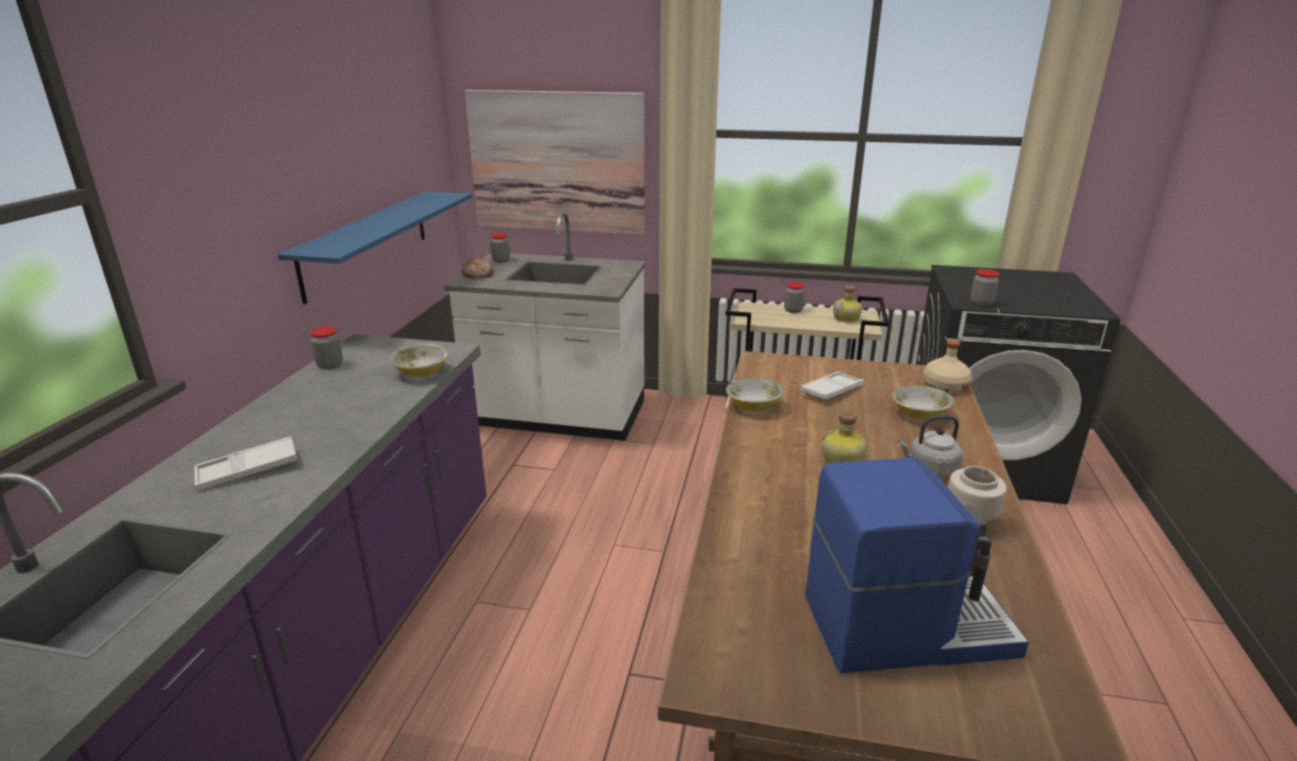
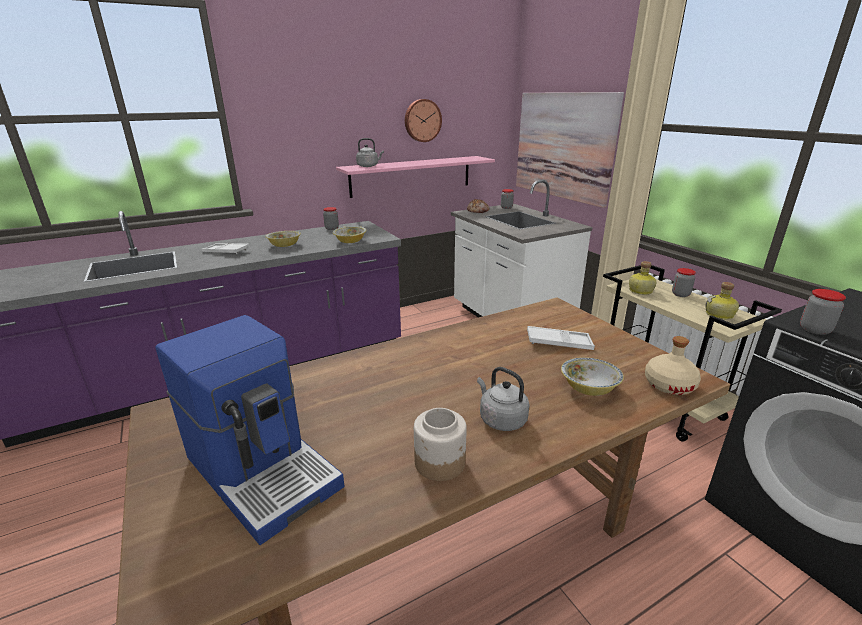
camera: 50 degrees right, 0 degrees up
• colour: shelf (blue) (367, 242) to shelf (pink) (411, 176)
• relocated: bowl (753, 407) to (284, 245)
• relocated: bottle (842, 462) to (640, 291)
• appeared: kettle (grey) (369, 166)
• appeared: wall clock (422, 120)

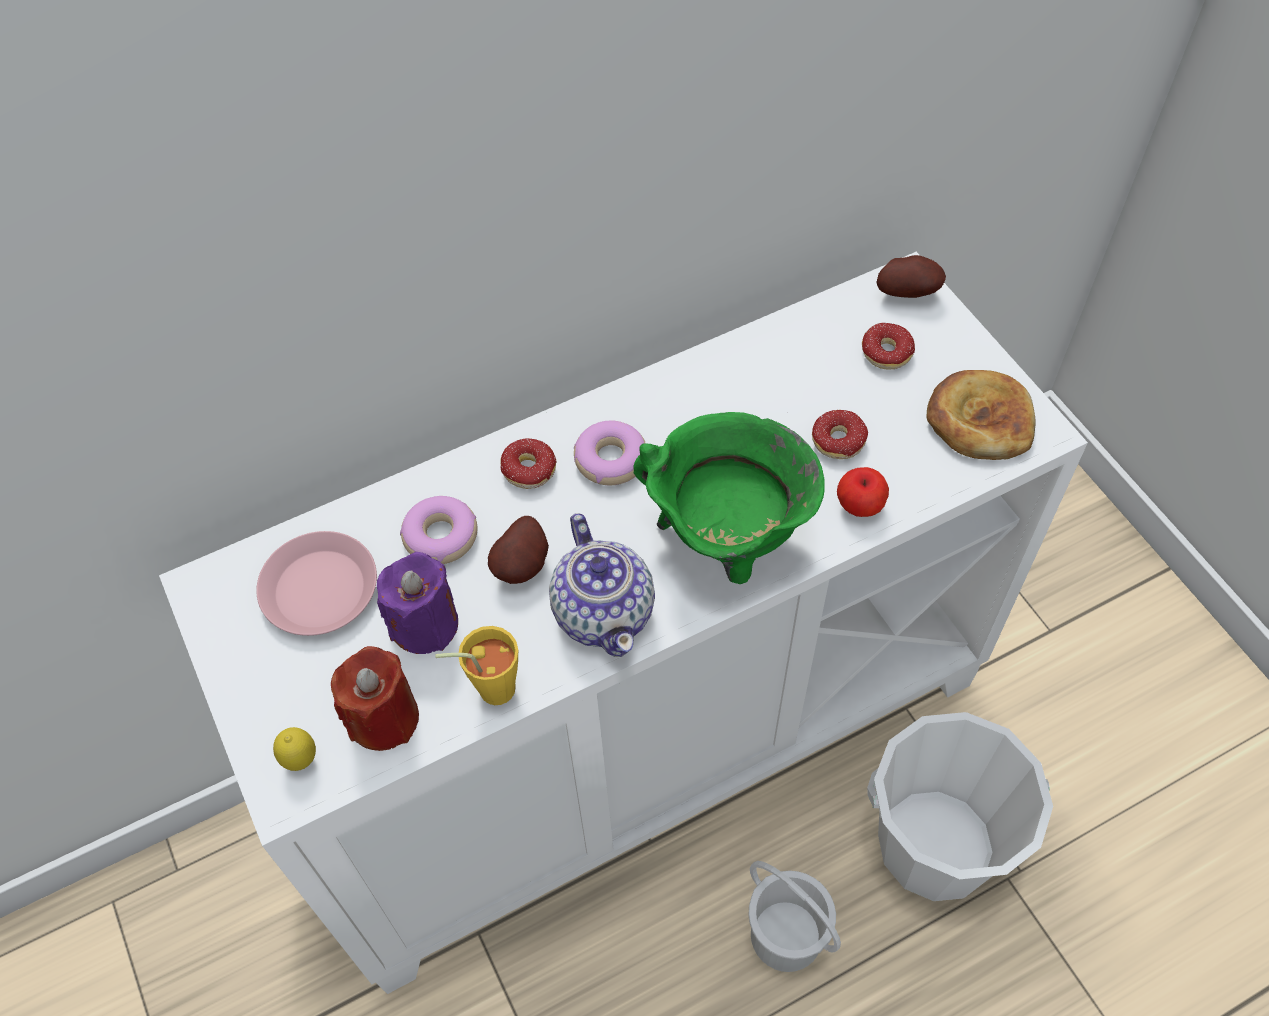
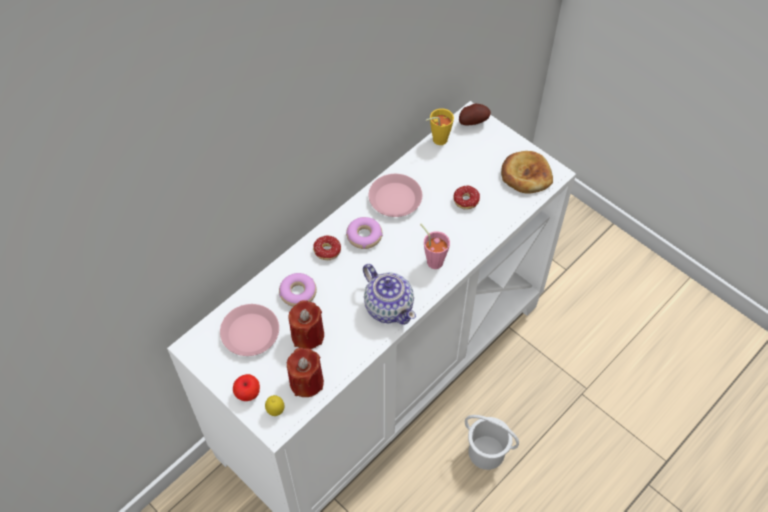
camera: 20 degrees left, 0 degrees up
• colour: candle (purple) (425, 624) to candle (red) (307, 335)
• relocated: cup (yellow) (488, 689) to (436, 140)
• missing: potato (524, 565)
• exchanged: cooking pot (green) (727, 540) to cup (pink) (432, 259)
• relocated: apple (860, 505) to (248, 393)
• missing: donut (877, 354)
• missing: bucket (white) (935, 845)
• appeared: plate (pink) (395, 199)

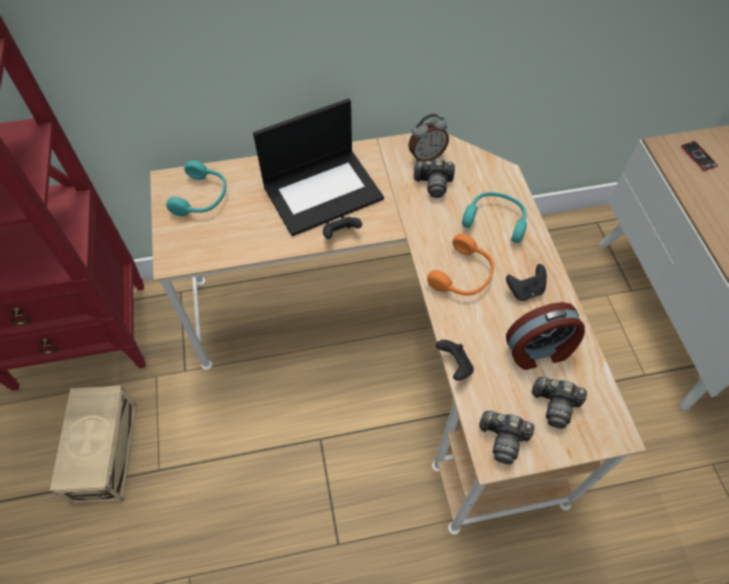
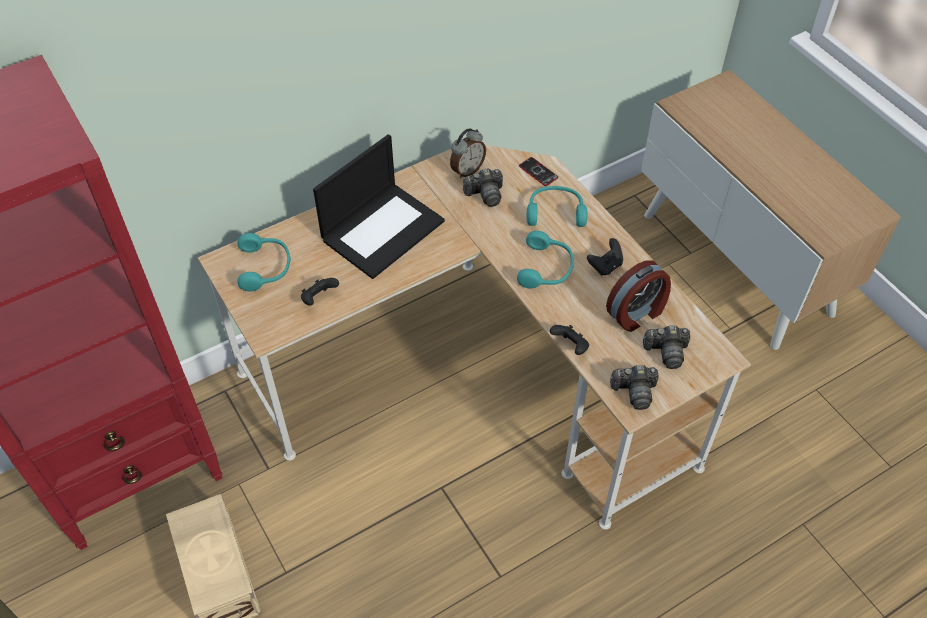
camera: 20 degrees left, 5 degrees down
• relocated: game controller (black) (340, 234) to (319, 298)
• colour: headphones (orange) (463, 275) to headphones (turquoise) (546, 269)
• relocated: phone (698, 156) to (538, 172)

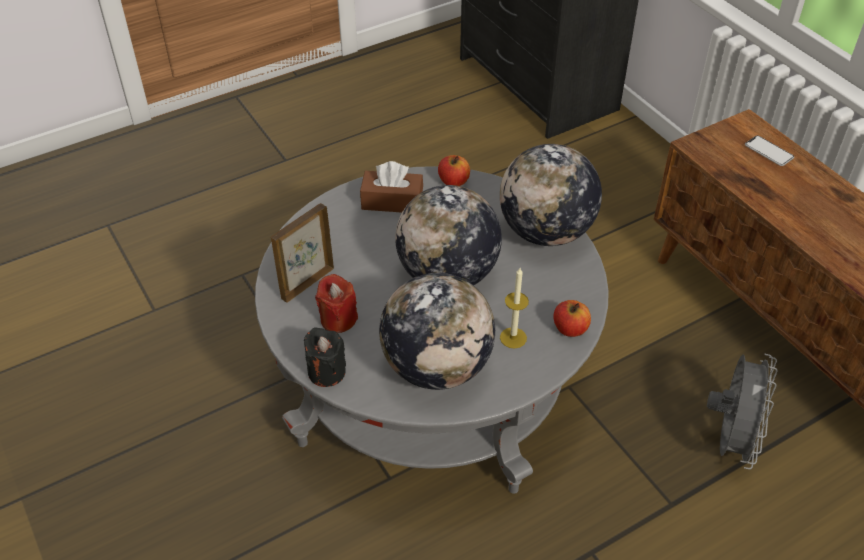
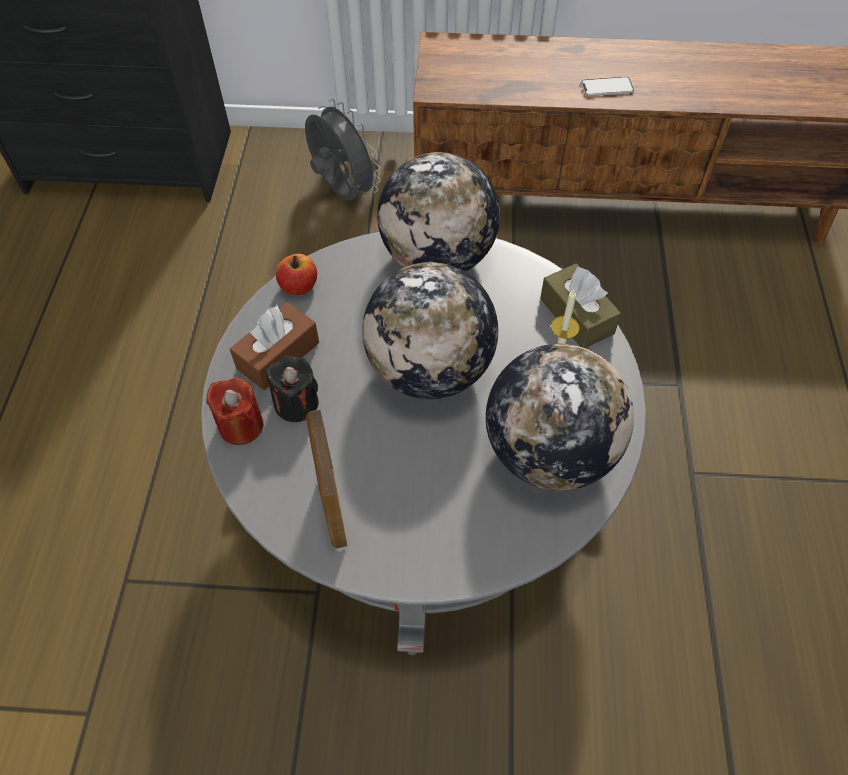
camera: 55 degrees left, 10 degrees up
• relocated: candle (black) (326, 372) to (296, 403)
• relocated: candle (red) (338, 319) to (241, 425)
• exchanged: apple (570, 329) to tissue box (brown) (576, 316)
• relocated: fan (grey) (729, 440) to (342, 192)
• relocated: phone (768, 151) to (607, 87)

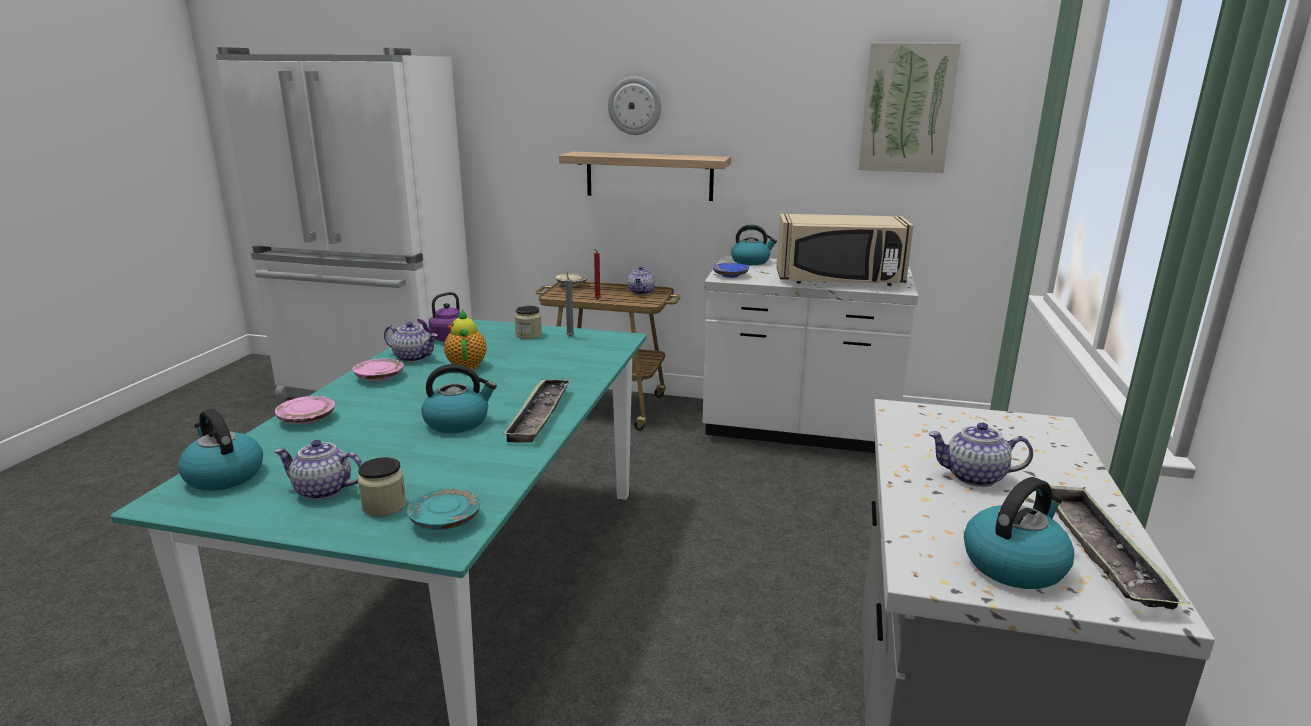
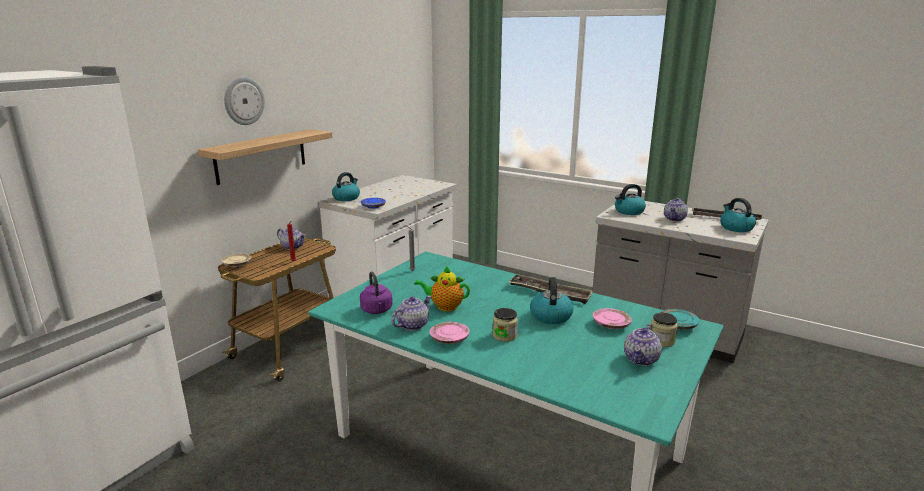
camera: 70 degrees left, 0 degrees up
• relocated: kettle (223, 475) to (628, 211)
• relocated: plate (pink) (307, 419) to (611, 324)
• relocated: jar (528, 335) to (504, 335)
• missing: microwave (beige) (839, 281)
• missing: picture (907, 108)

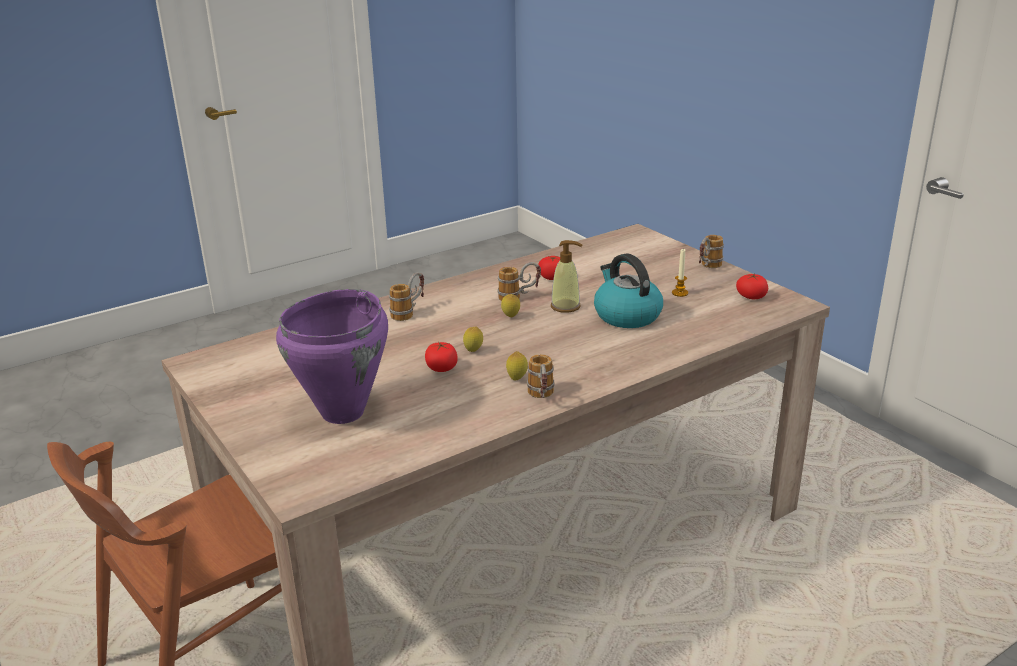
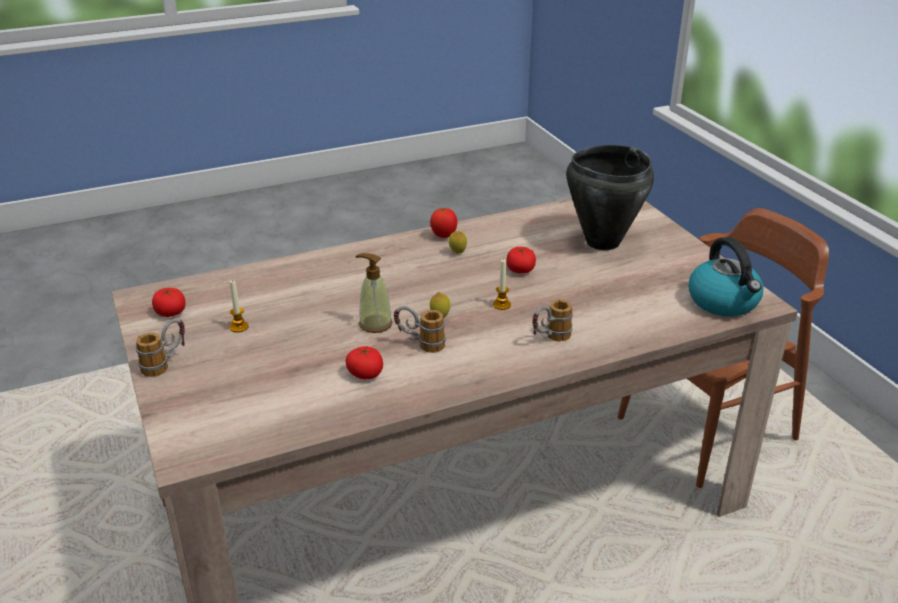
camera: 170 degrees left, 5 degrees up
• colour: cooking pot (purple) (344, 412) to cooking pot (black) (602, 242)
• missing: lemon (473, 351)
• exchanged: mug (542, 398) to tomato (443, 236)
• relocated: kettle (626, 315) to (724, 302)
• appeared: candle (501, 305)

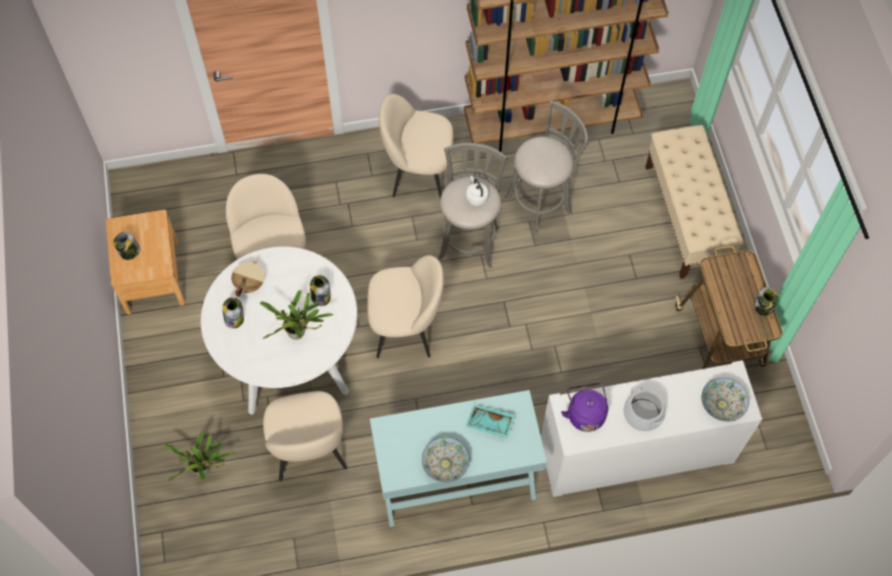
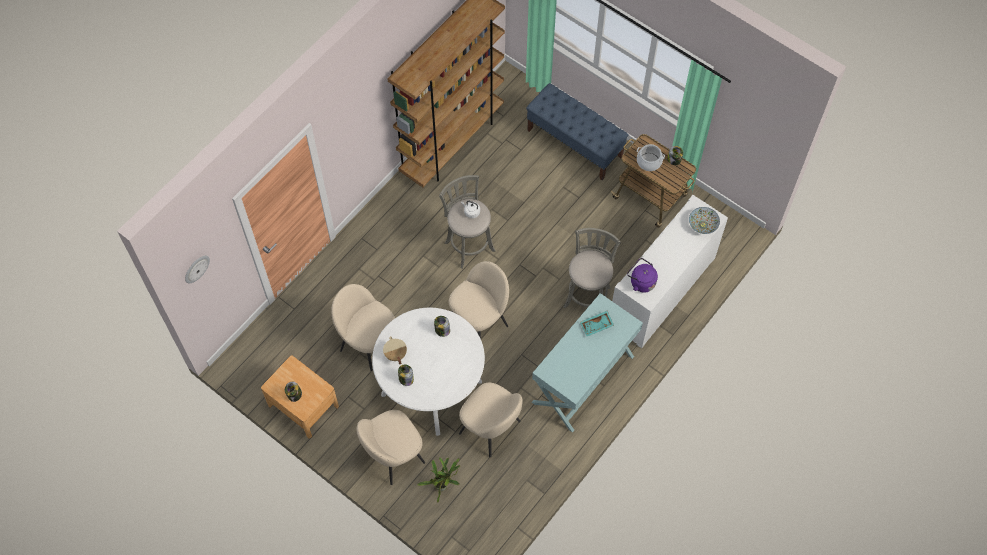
camera: 40 degrees left, 0 degrees up
• missing: potted plant (299, 334)
• relocated: chair (beige) (418, 173) to (393, 455)
• missing: bowl (445, 463)
• relocated: stool (grey) (541, 203) to (587, 294)
• relocated: cooking pot (643, 414) to (649, 162)
• colour: bench (beige) (686, 218) to bench (blue) (575, 143)
• appeared: wall clock (196, 268)

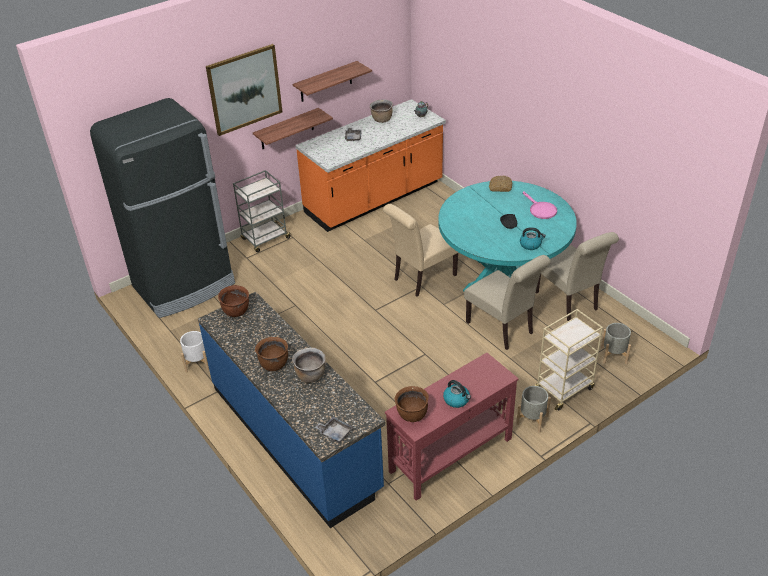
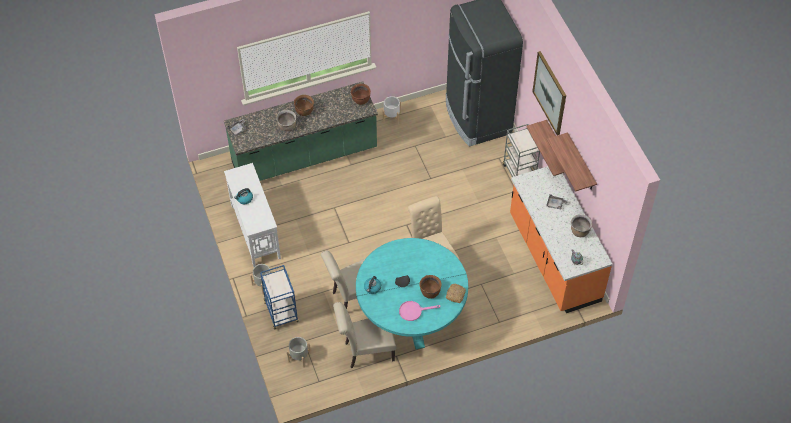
camera: 105 degrees right, 15 degrees up
• colour: counter (blue) (295, 437) to counter (green) (304, 157)
• colour: console table (red) (450, 455) to console table (white) (255, 231)
• relocated: cooking pot (brown) (412, 415) to (430, 292)
• colour: cart (beige) (563, 389) to cart (blue) (281, 312)

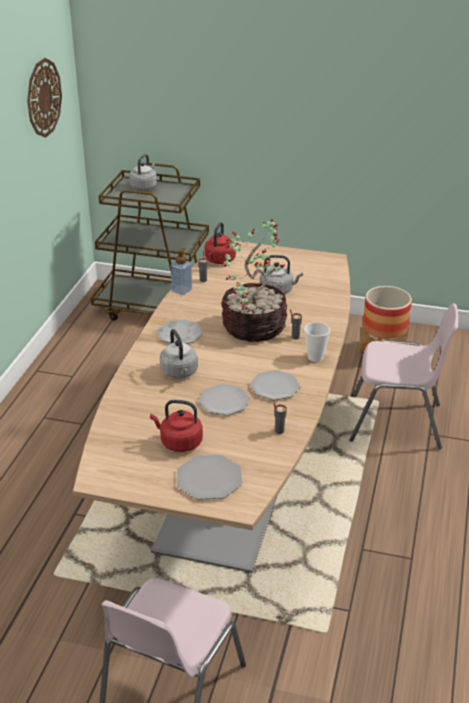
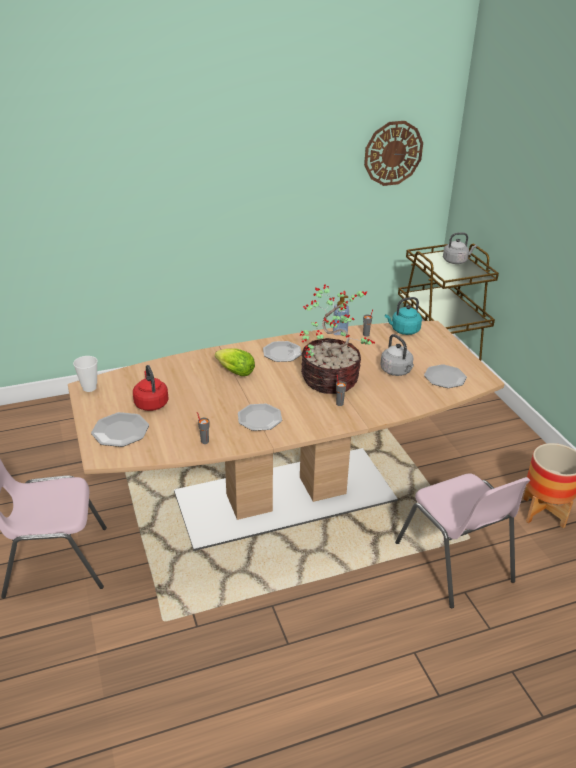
camera: 55 degrees right, 0 degrees up
• exchanged: kettle (grey) (180, 373) to lettuce (233, 371)
• relocated: plate (224, 402) to (444, 378)
• colour: kettle (red) (219, 260) to kettle (turquoise) (403, 330)
• relocated: cup (315, 357) to (89, 388)

